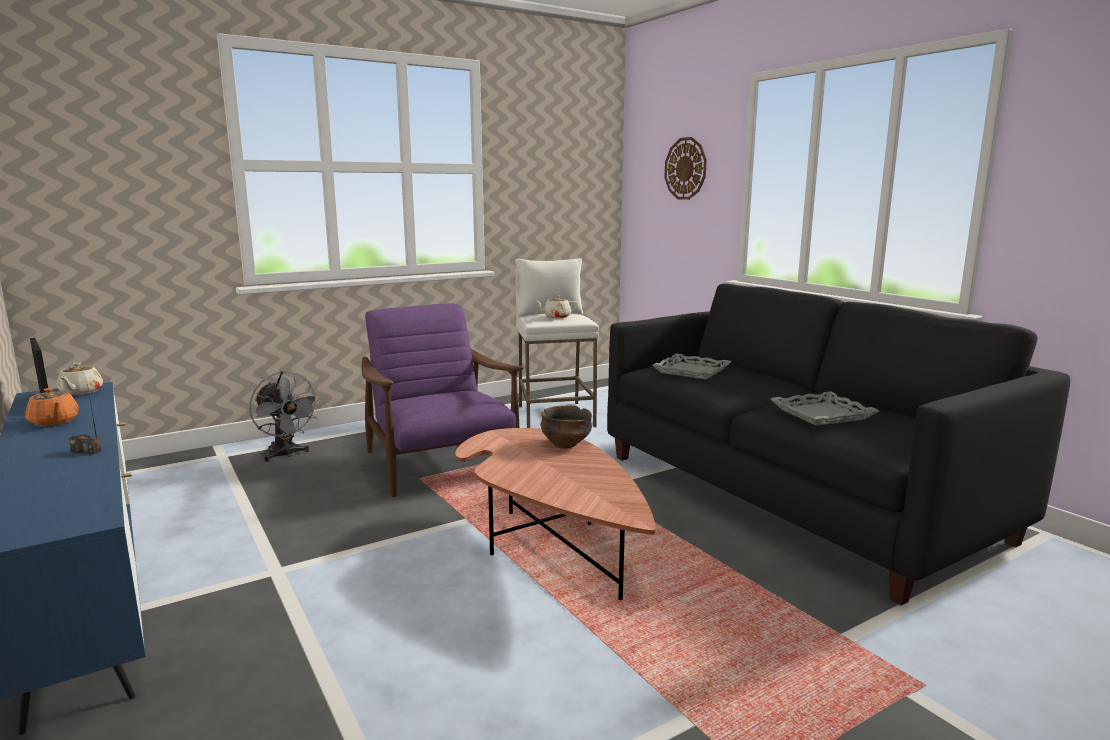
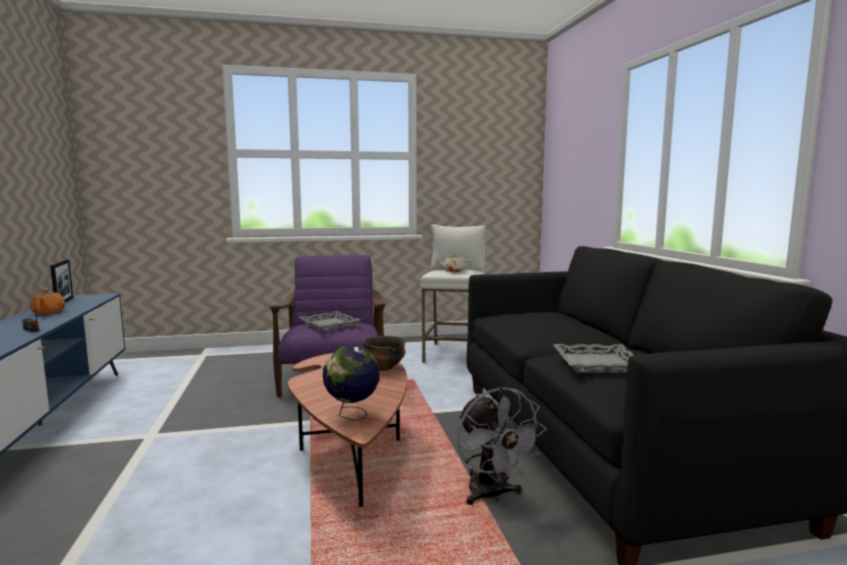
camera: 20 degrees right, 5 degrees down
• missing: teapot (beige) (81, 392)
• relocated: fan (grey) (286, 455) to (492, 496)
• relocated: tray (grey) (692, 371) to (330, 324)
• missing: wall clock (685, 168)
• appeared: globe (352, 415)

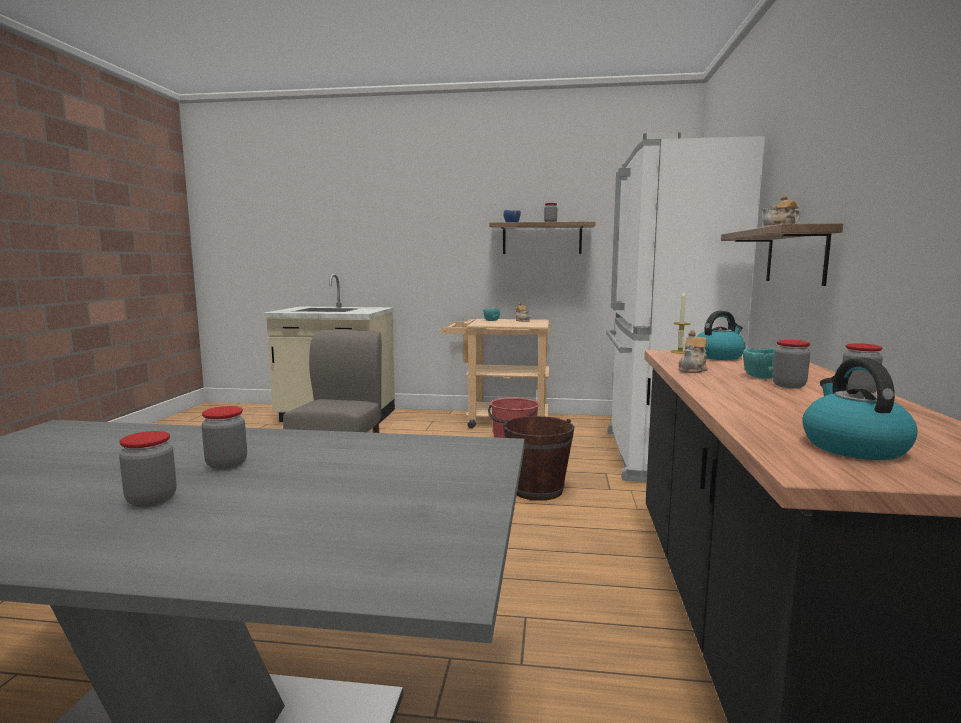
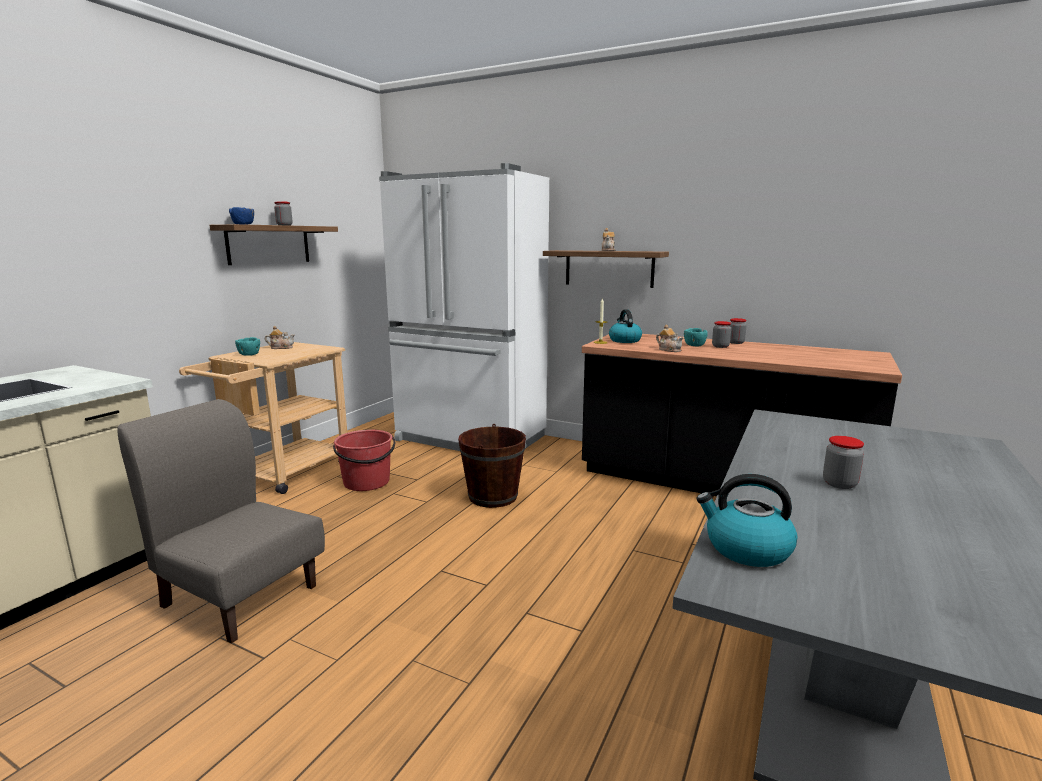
camera: 70 degrees left, 5 degrees up
• missing: jar (151, 500)
• relocated: kettle (852, 446) to (746, 549)

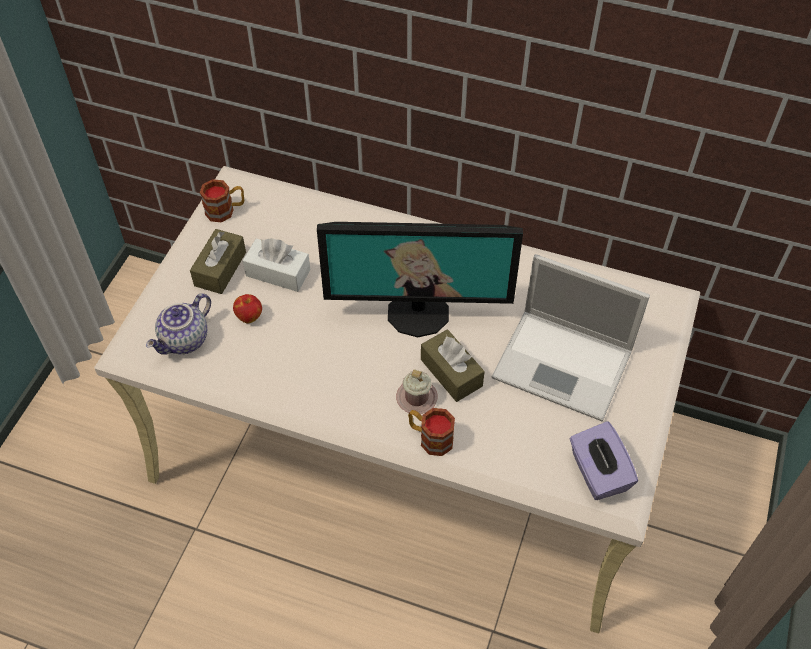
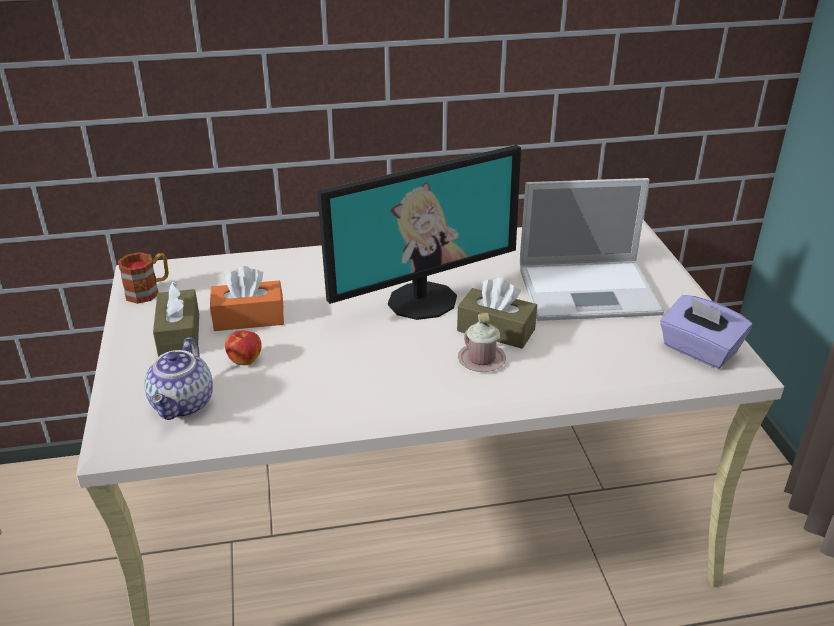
camera: 30 degrees left, 20 degrees down
• colour: tissue box (white) (278, 273) to tissue box (orange) (249, 318)
• missing: mug (430, 438)

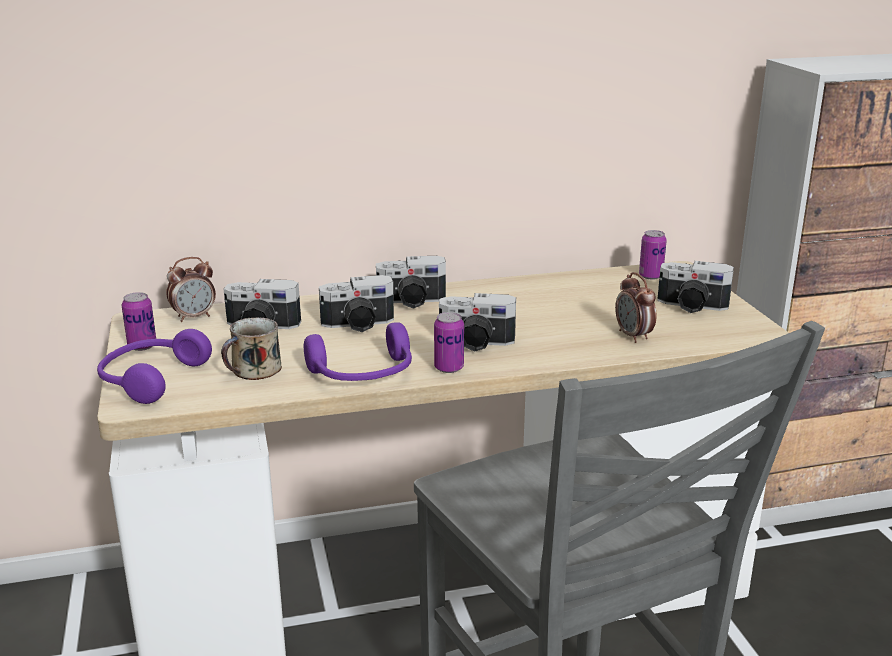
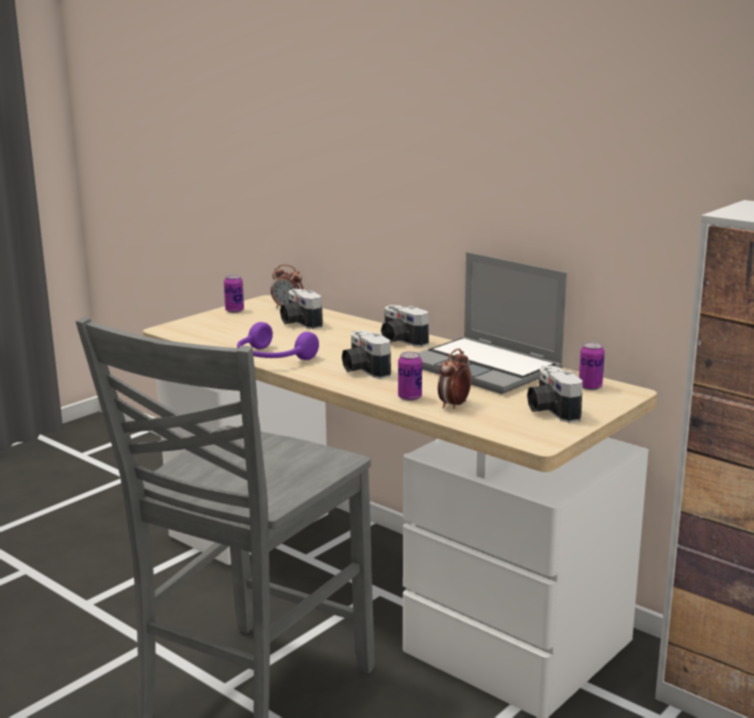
camera: 55 degrees right, 5 degrees down
• missing: headphones (purple) (150, 379)
• missing: mug (254, 370)
• missing: photo camera (358, 325)
• relocated: can (449, 368) to (409, 397)
• appeared: laptop (487, 368)

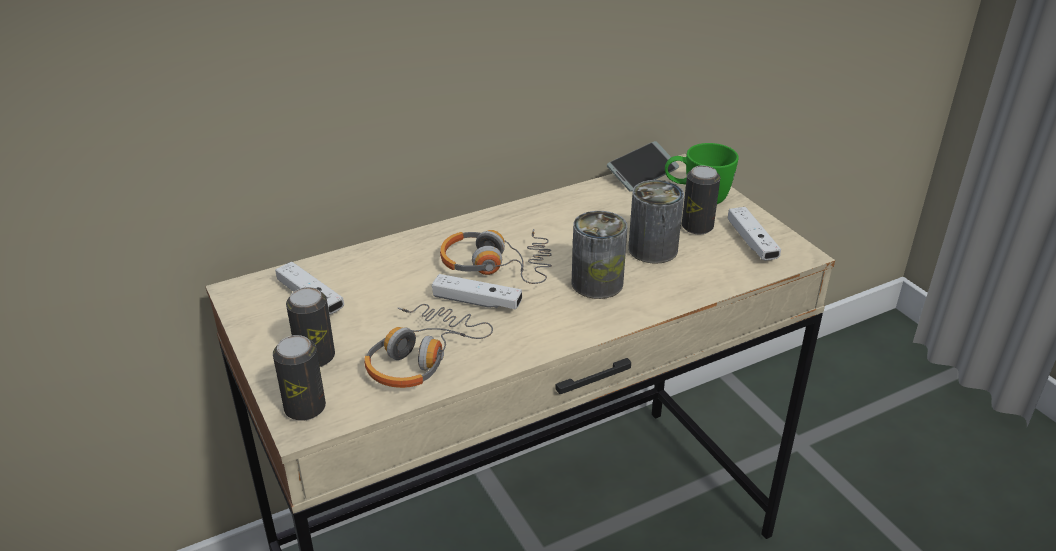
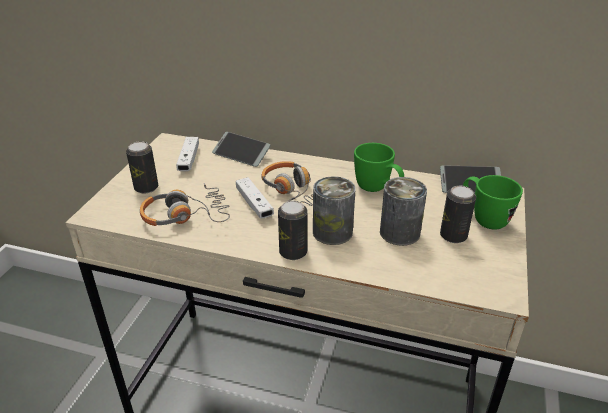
camera: 45 degrees right, 0 degrees up
• relocated: can (305, 408) to (293, 252)
• missing: game controller (white) (751, 242)
• appeared: phone (241, 154)
• appeared: mug (green) (377, 189)

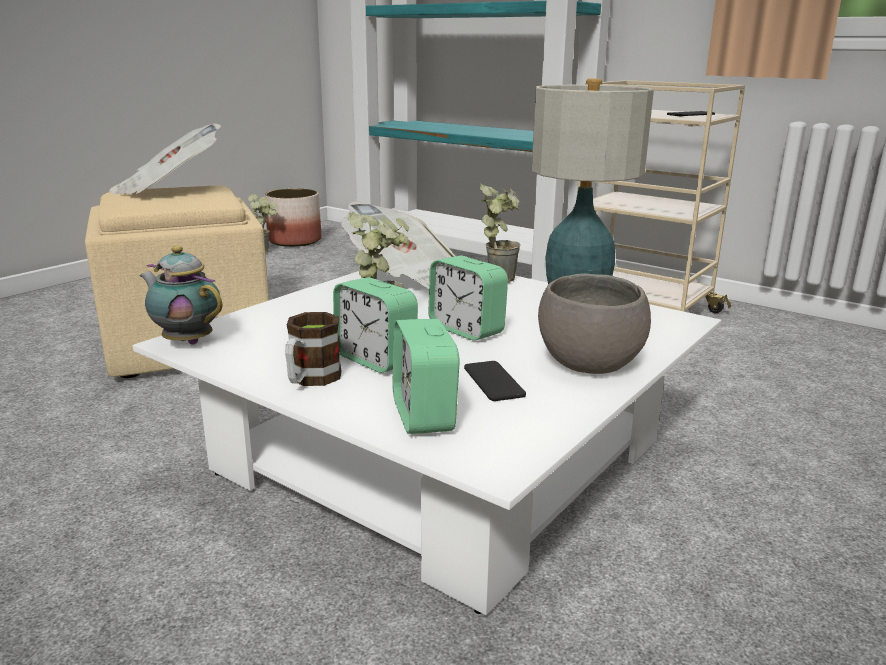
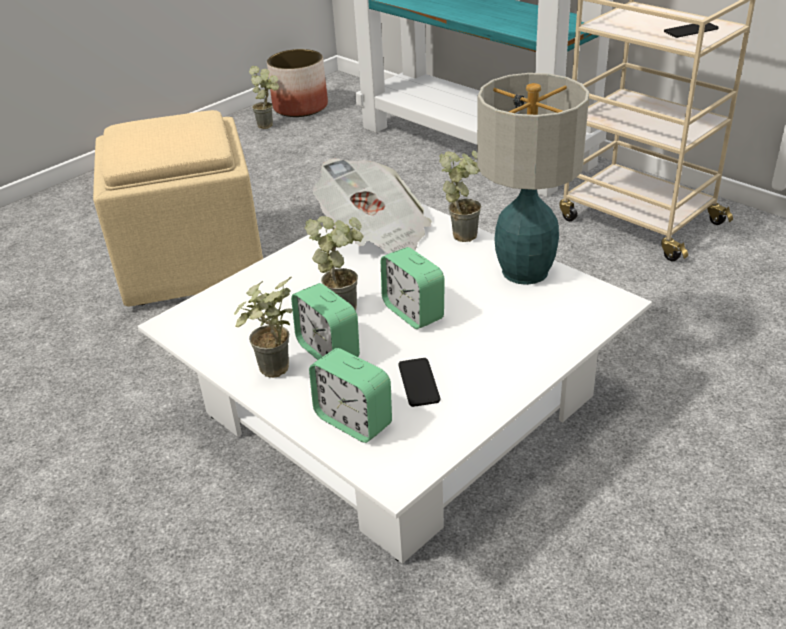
camera: 10 degrees right, 15 degrees up
• missing: newspaper (169, 190)
• missing: teapot (186, 341)
• exchanged: mug (310, 380) to potted plant (273, 375)
• spun: alarm clock (423, 415) = (353, 421) 45 degrees counterclockwise
• missing: bowl (grey) (588, 361)

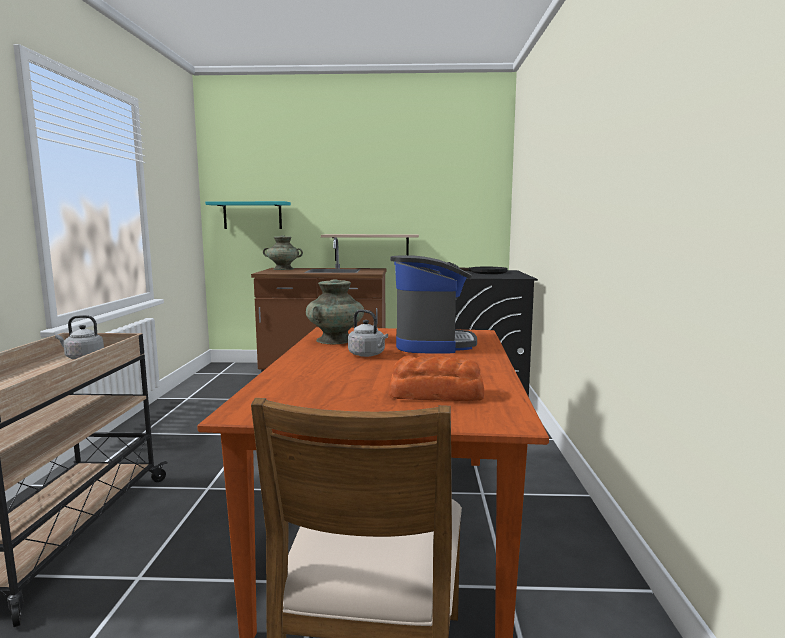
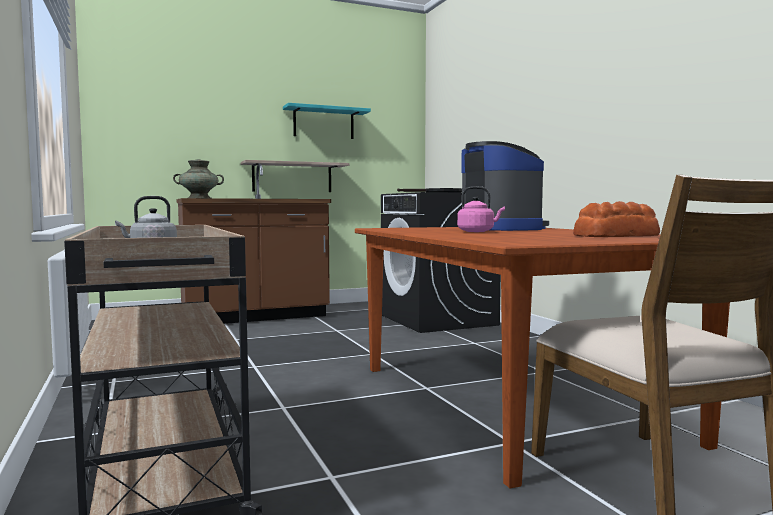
camera: 25 degrees left, 5 degrees down
• relocated: shelf (turquoise) (252, 215) to (323, 123)
• missing: vase (turquoise) (335, 340)
• colour: kettle (grey) (368, 355) to kettle (pink) (477, 231)

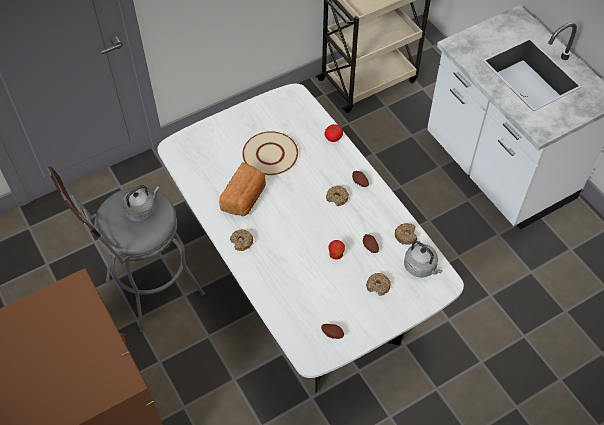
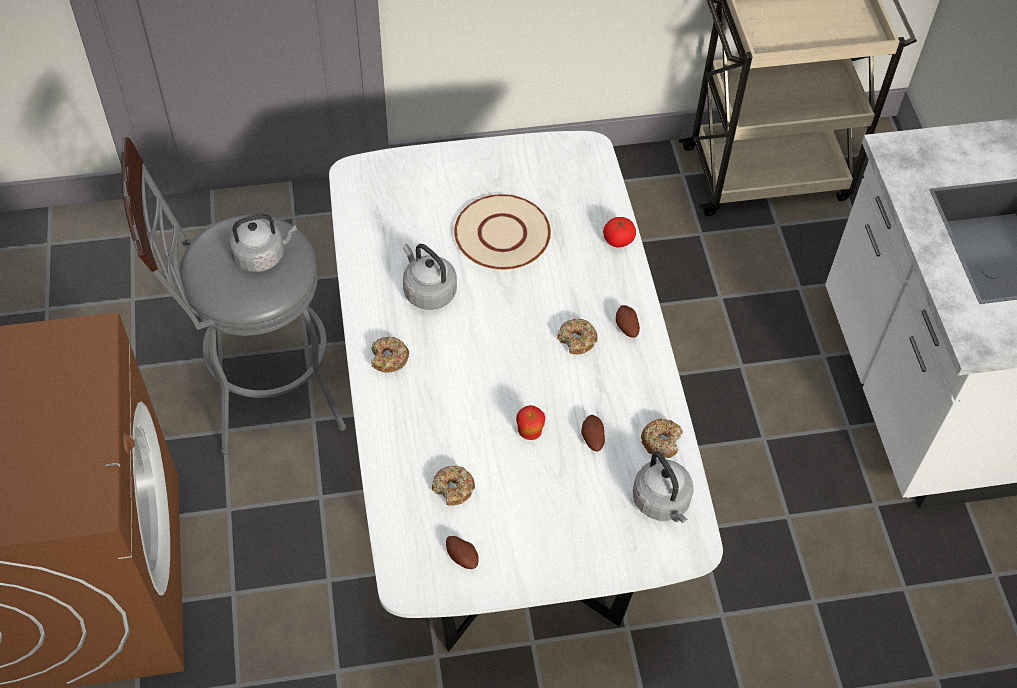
camera: 20 degrees right, 0 degrees up
• exchanged: bread (245, 198) to kettle (grey) (428, 291)
• relocated: donut (378, 286) to (453, 489)

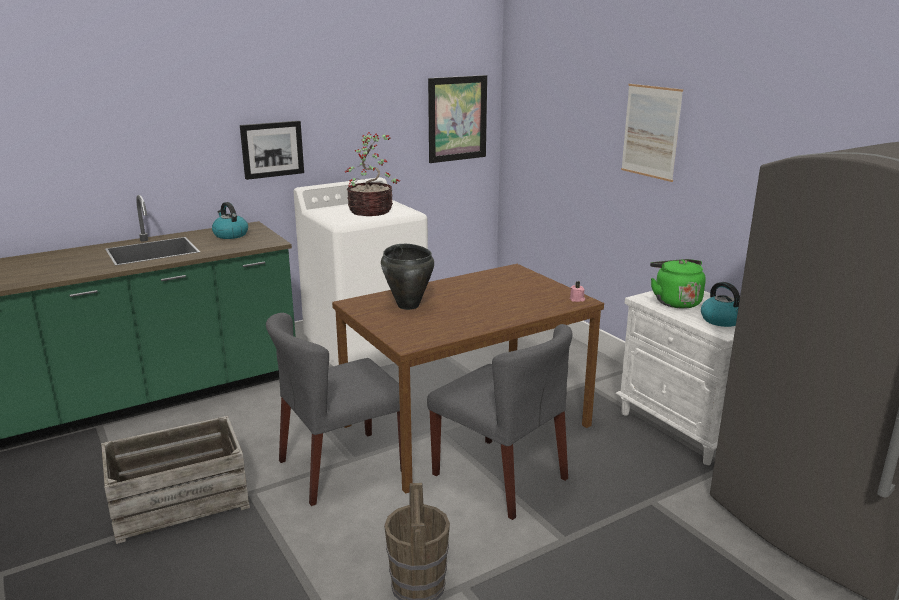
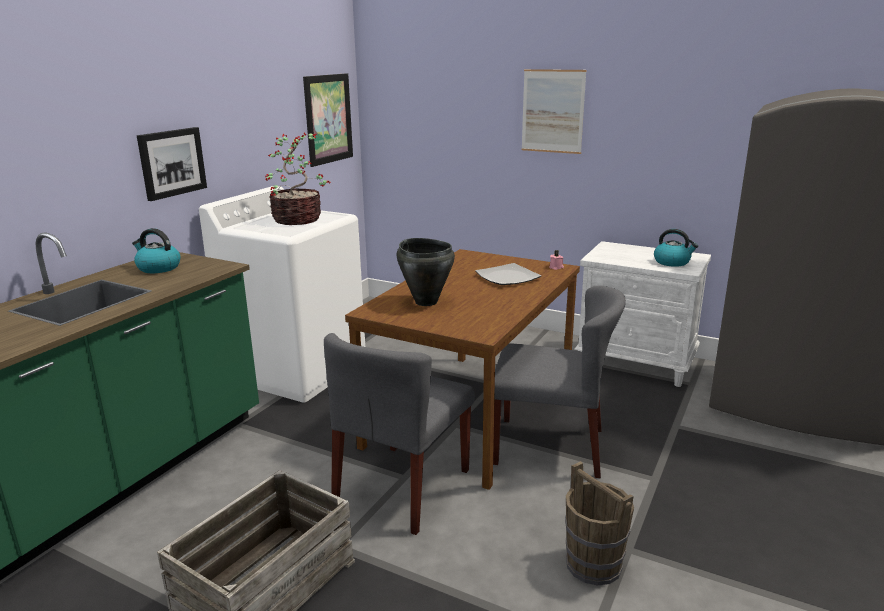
camera: 30 degrees left, 0 degrees up
• missing: kettle (green) (675, 301)
• appeared: plate (507, 277)

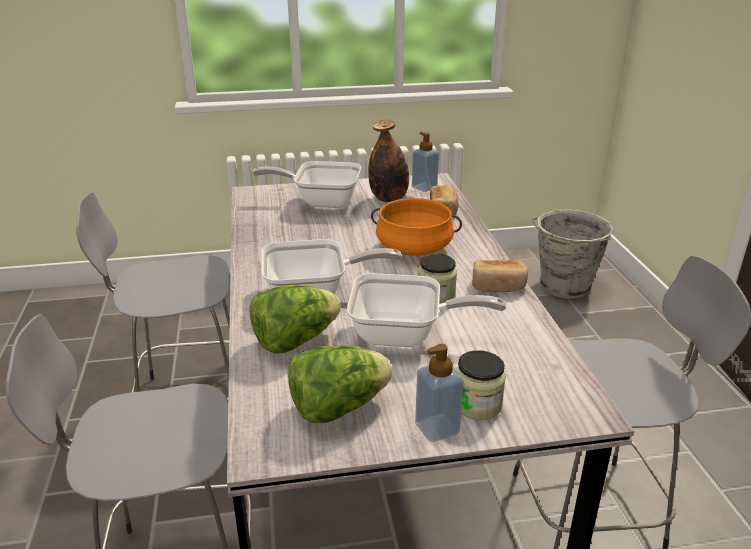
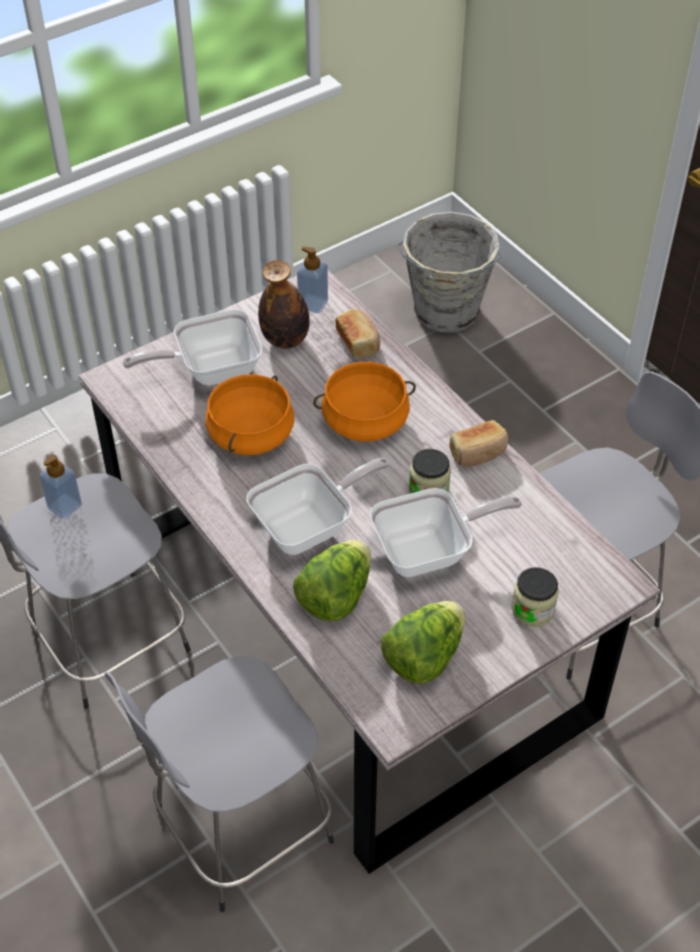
camera: 25 degrees left, 20 degrees up
• relocated: soap dispenser (437, 428) to (65, 506)
• appeared: cooking pot (orange) (251, 434)

